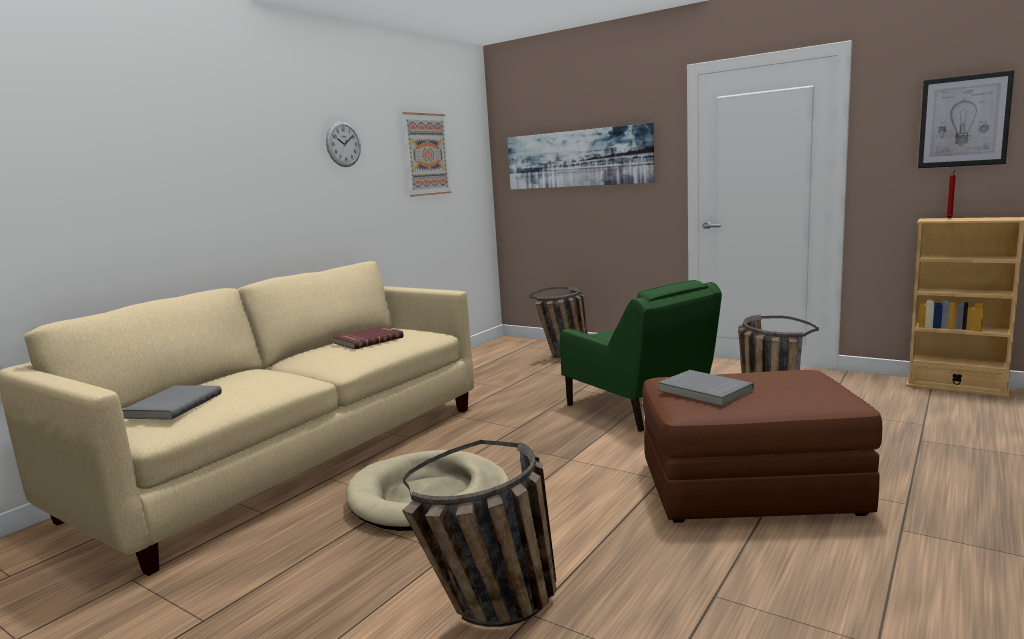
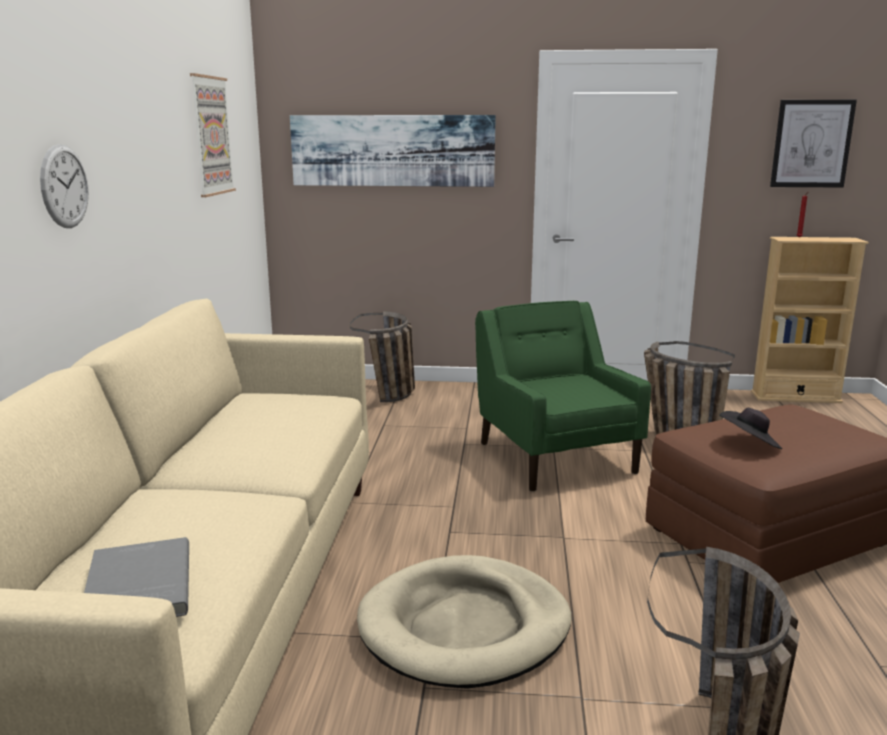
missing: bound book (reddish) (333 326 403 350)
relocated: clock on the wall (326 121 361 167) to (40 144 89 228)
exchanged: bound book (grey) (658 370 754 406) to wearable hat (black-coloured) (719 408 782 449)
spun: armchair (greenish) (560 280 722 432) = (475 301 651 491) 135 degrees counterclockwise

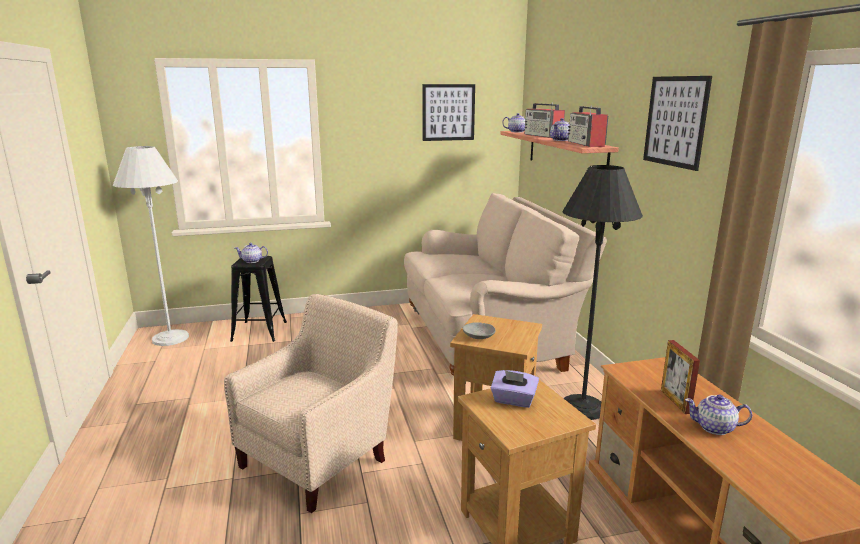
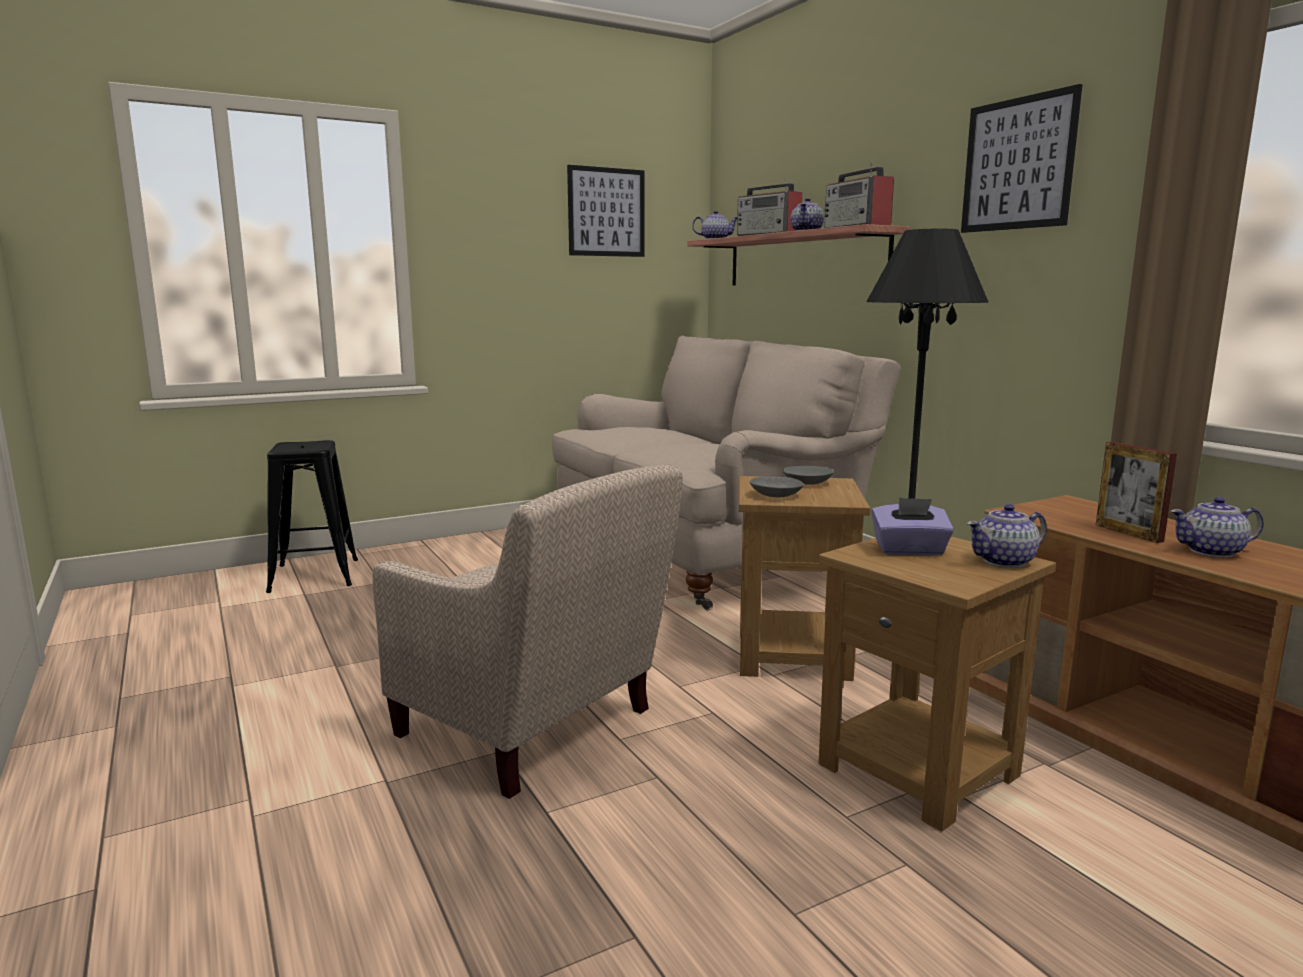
missing: floor lamp (white) (113 146 189 346)
appeared: deep dish (grey) (783 466 834 485)
relocated: pot for tea (235 243 268 263) to (967 504 1047 568)
spun: armchair (beige) (224 294 398 513) = (372 465 683 799) 105 degrees clockwise

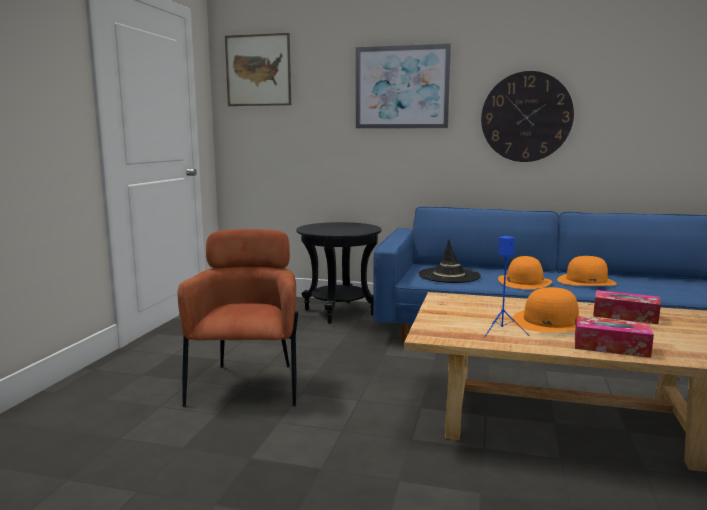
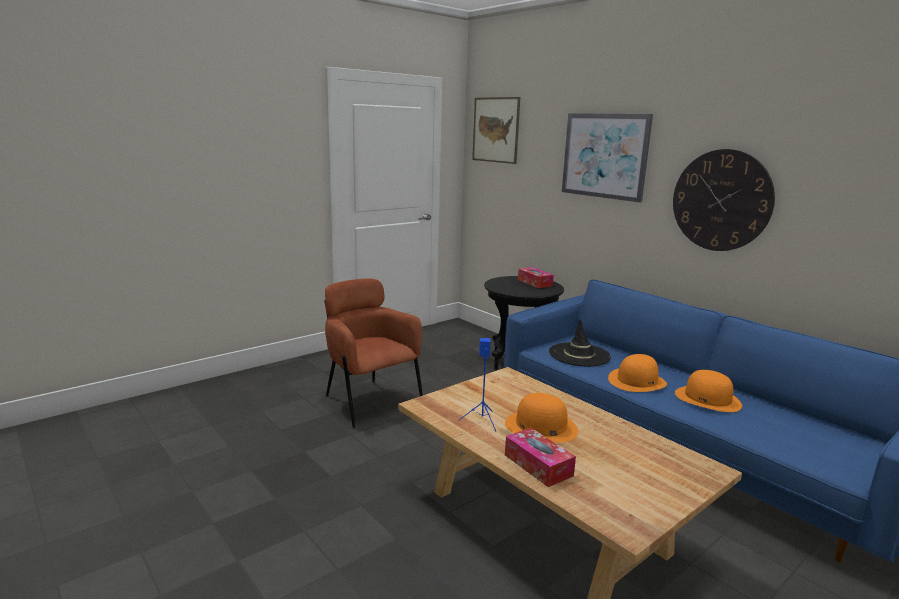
relocated: box of tissues (593 290 661 324) to (518 267 554 288)
spun: armchair (brown) (178 229 298 407) = (324 279 423 428) 75 degrees counterclockwise

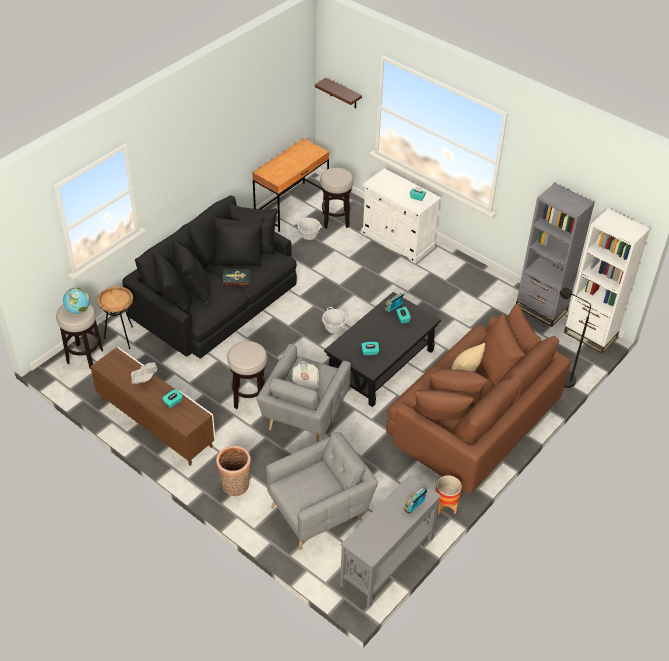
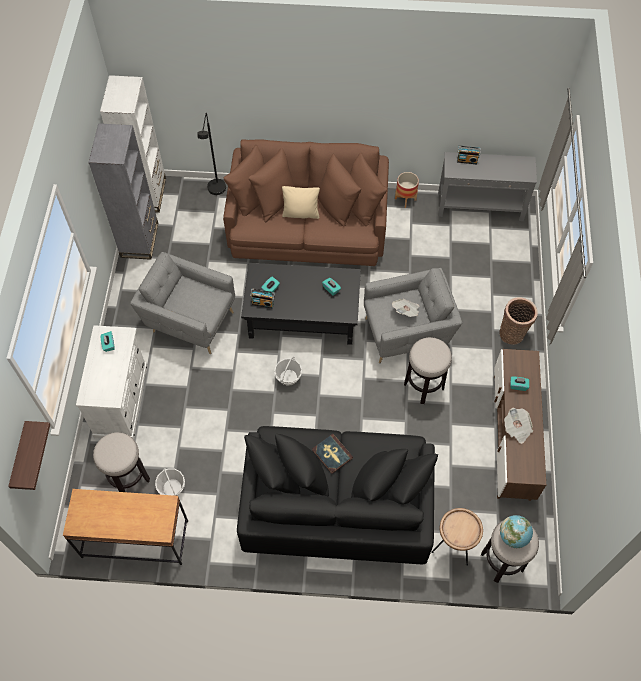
relocated: armchair (grey) (266 432 378 550) to (130 252 235 354)

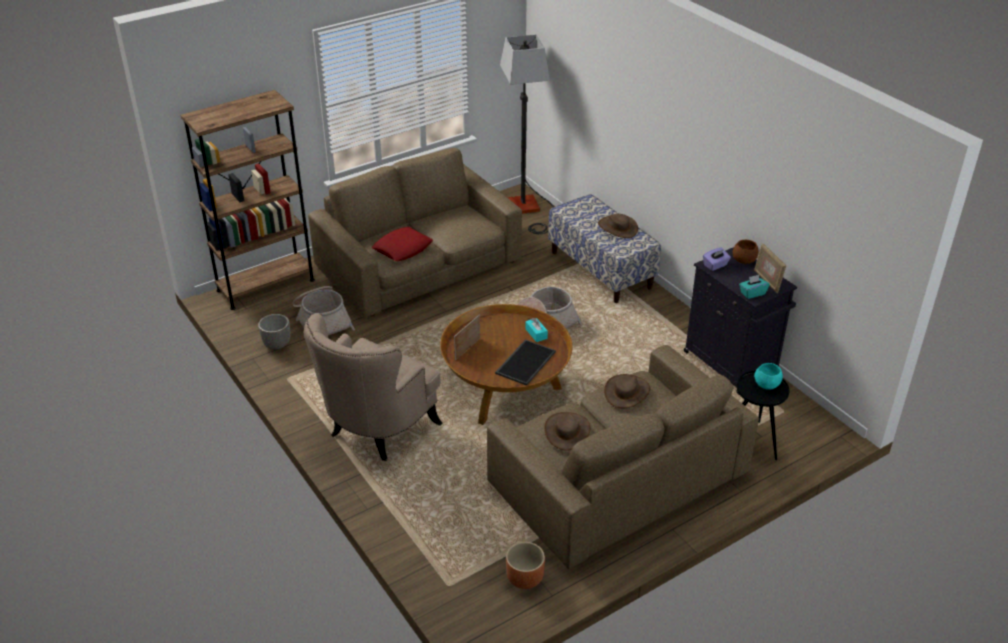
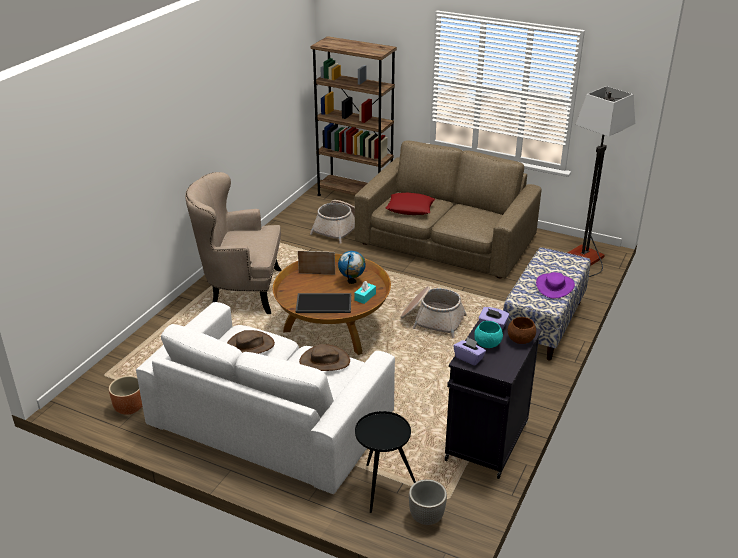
missing: photo frame (754 243 786 293)
appeared: world globe (338 251 366 284)
relocated: plant pot (258 314 290 350) to (409 479 447 525); deep dish (blue-green) (754 363 783 390) to (474 321 503 348)
colour: settee (brown) (487 345 759 569) to settee (white) (136 302 395 494); wearable hat (brown) (598 214 638 238) to wearable hat (purplish) (536 272 575 299); box of tissues (blue-green) (739 275 770 299) to box of tissues (purplish) (453 337 486 366)

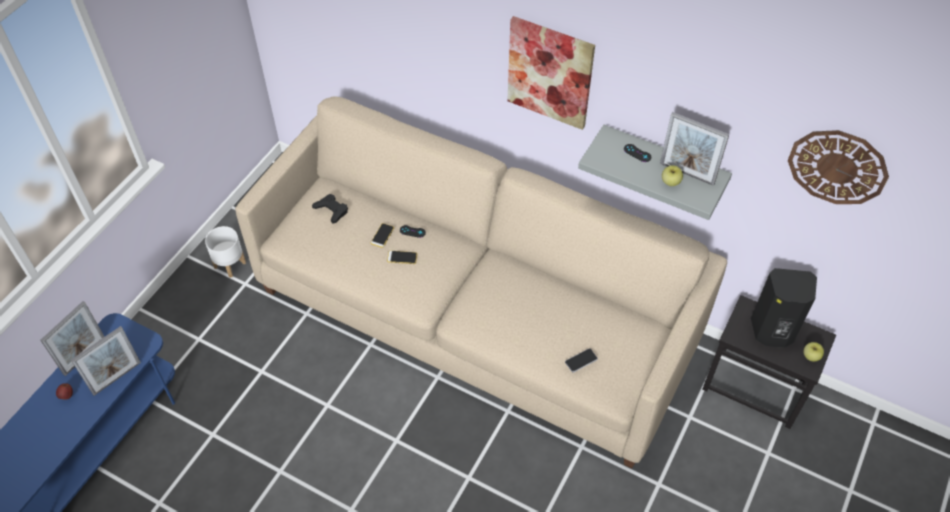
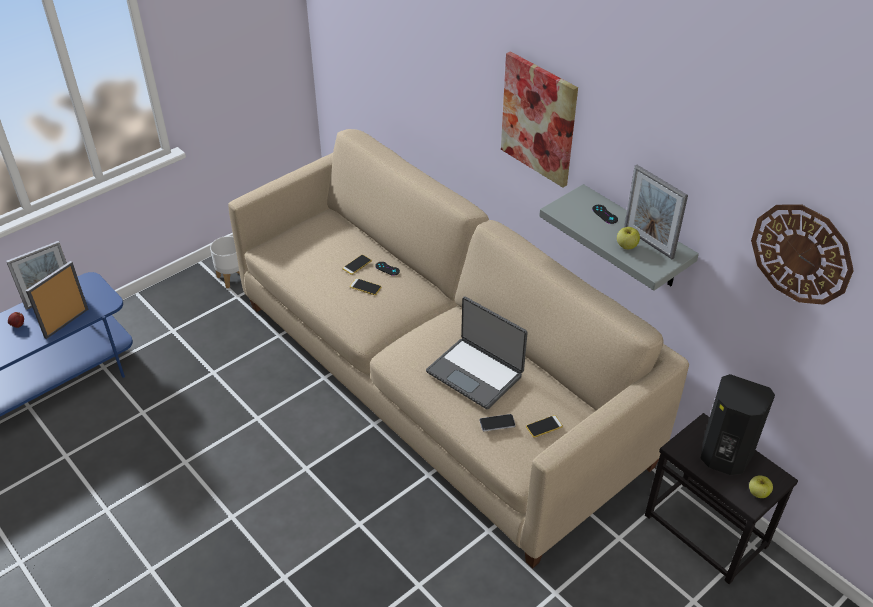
missing: gamepad (black-coloured) (312 194 348 223)
appeared: notebook computer (426 296 528 410); telephone (526 415 563 438)
spun: photo frame (71 326 141 396) = (26 261 89 339) 150 degrees clockwise

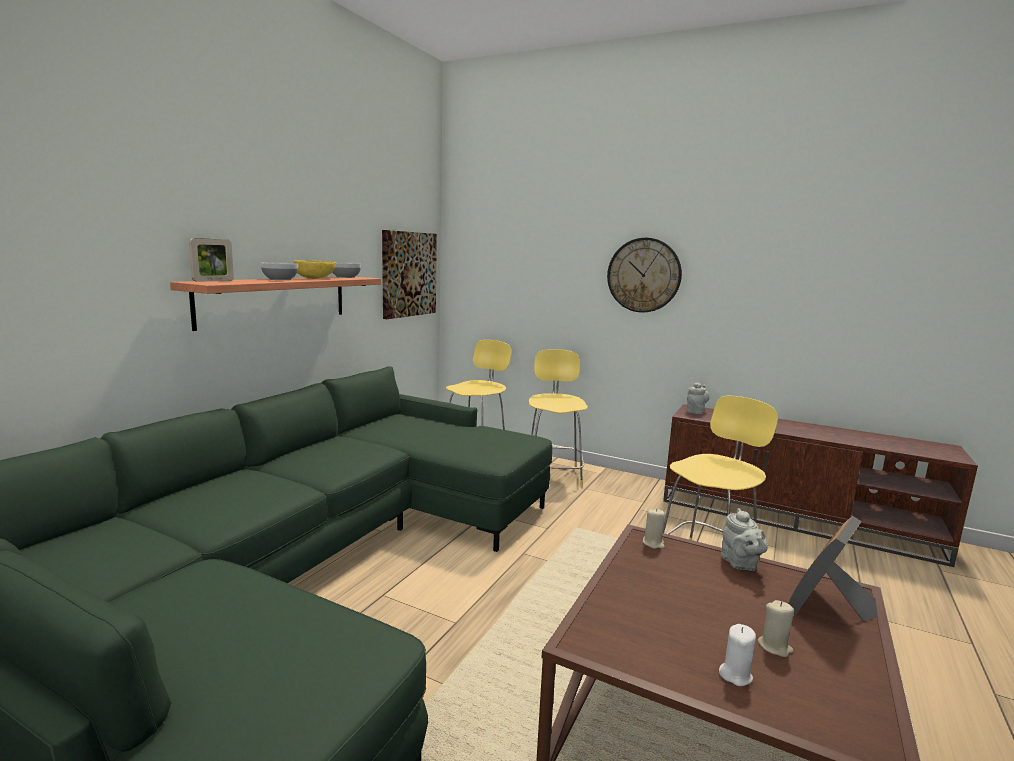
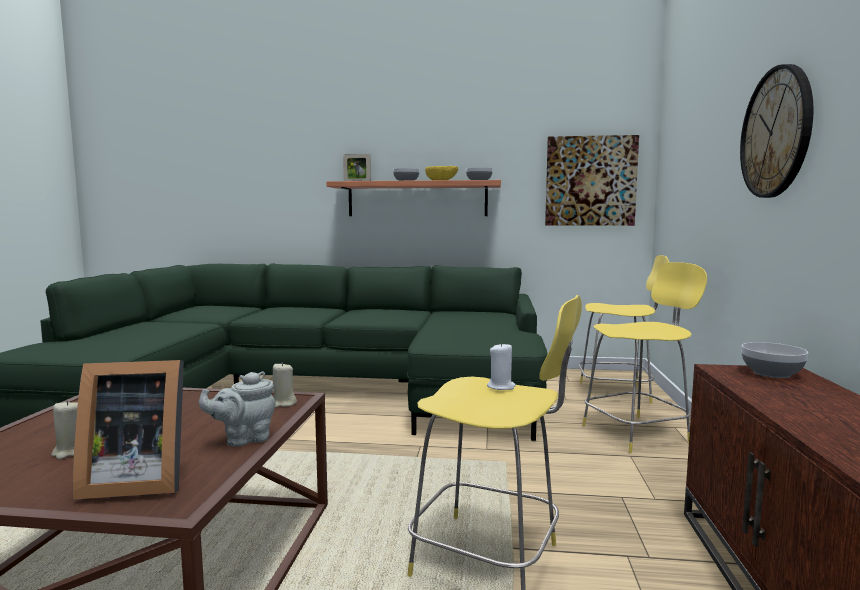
relocated: wax light (white) (719 624 756 686) to (487 342 516 390)
exchanged: pot for tea (grey) (687 383 710 414) to deep dish (741 342 808 378)
spun: photo frame (788 516 878 621) = (73 360 184 500) 150 degrees clockwise

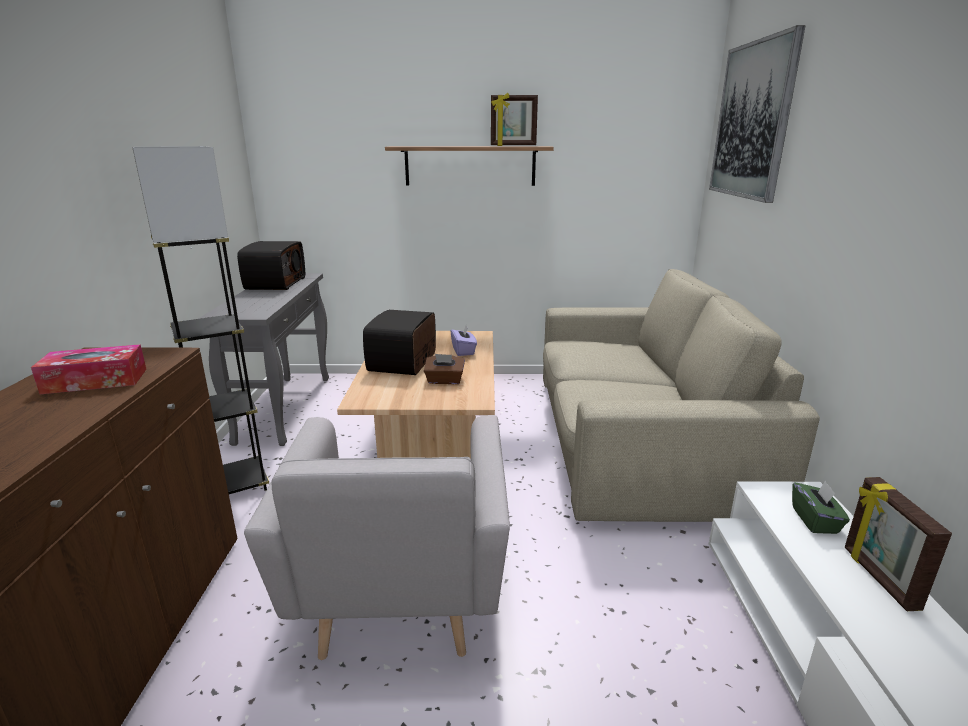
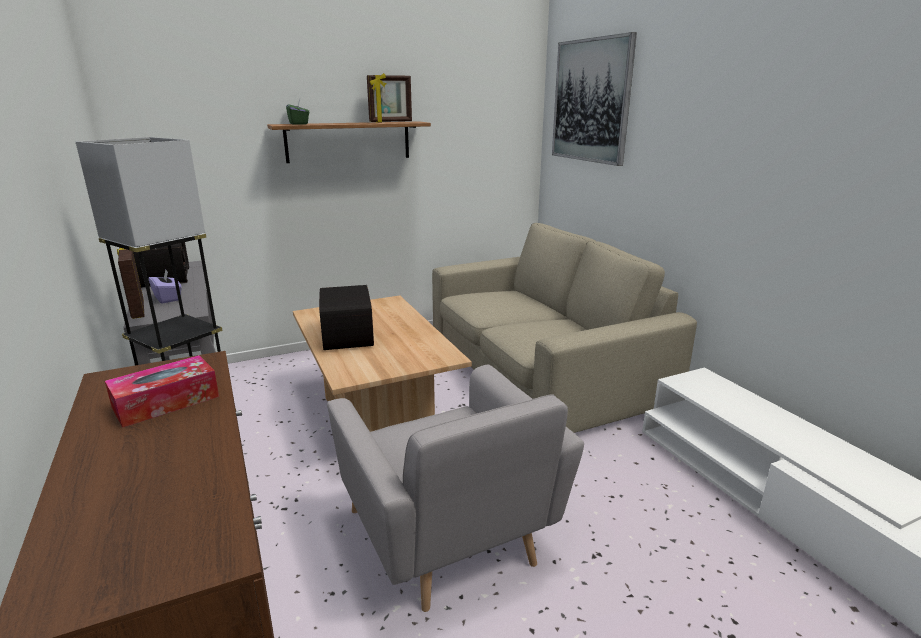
missing: box of tissues (brown) (424 354 465 384)
relocated: box of tissues (purplish) (450 325 477 356) to (148 269 182 304); box of tissues (greenish) (792 480 850 534) to (286 99 309 125); photo frame (845 477 952 611) to (117 248 145 319)

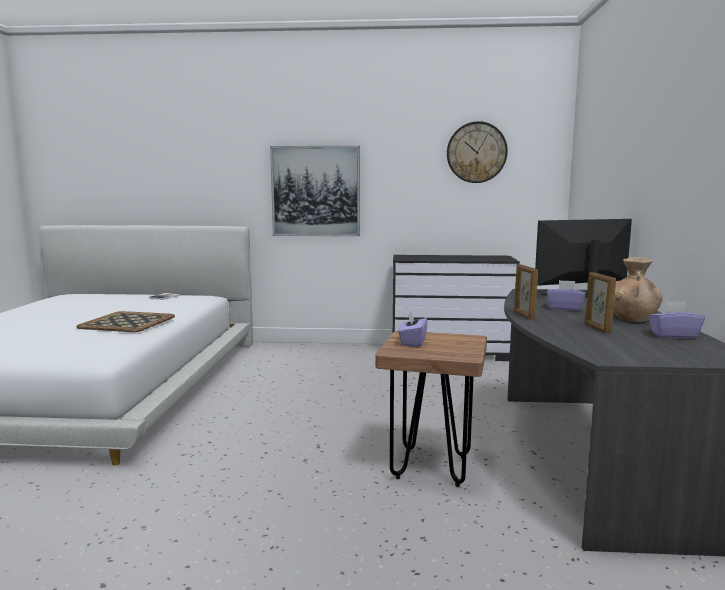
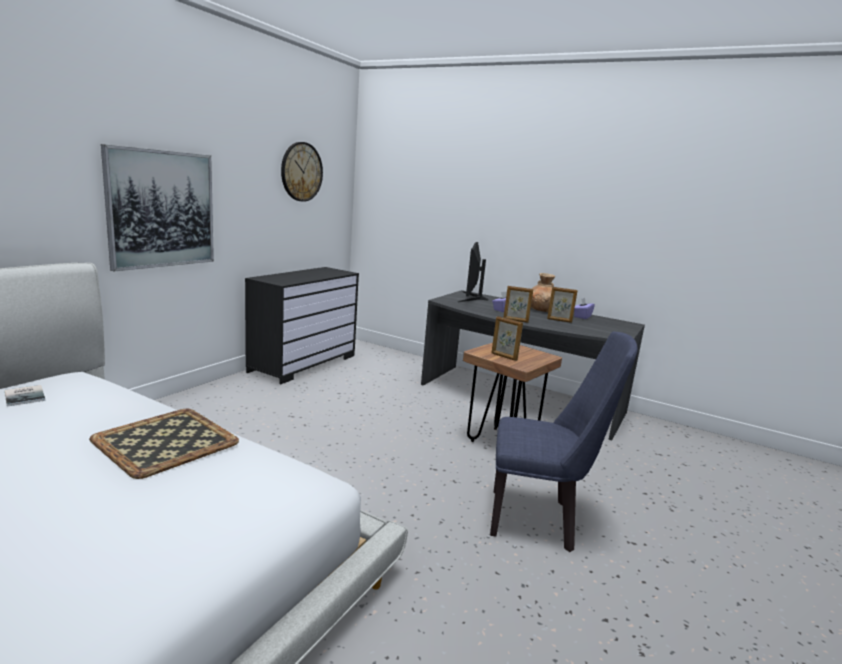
appeared: upright chair (blue) (490 332 638 552)
exchanged: box of tissues (purplish) (398 311 428 347) to photo frame (491 316 523 361)

